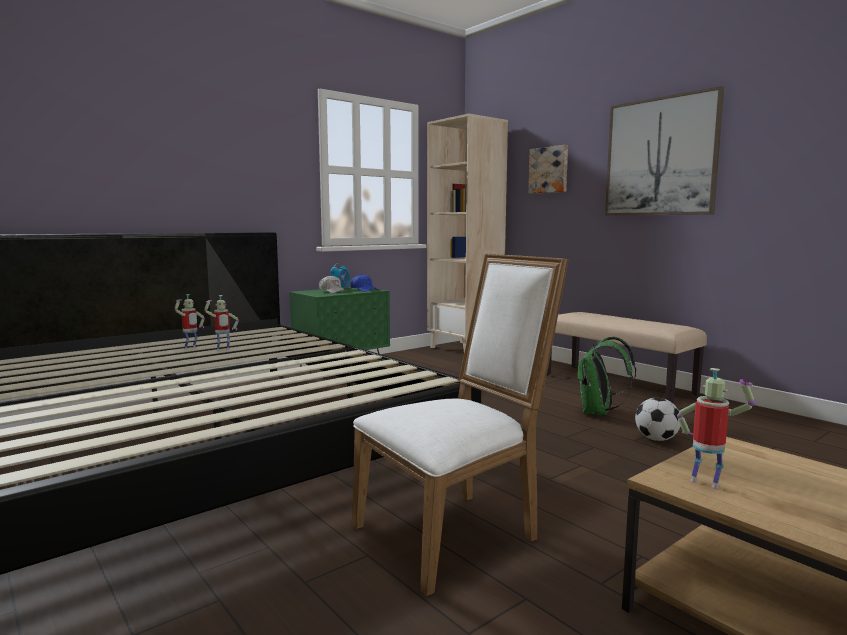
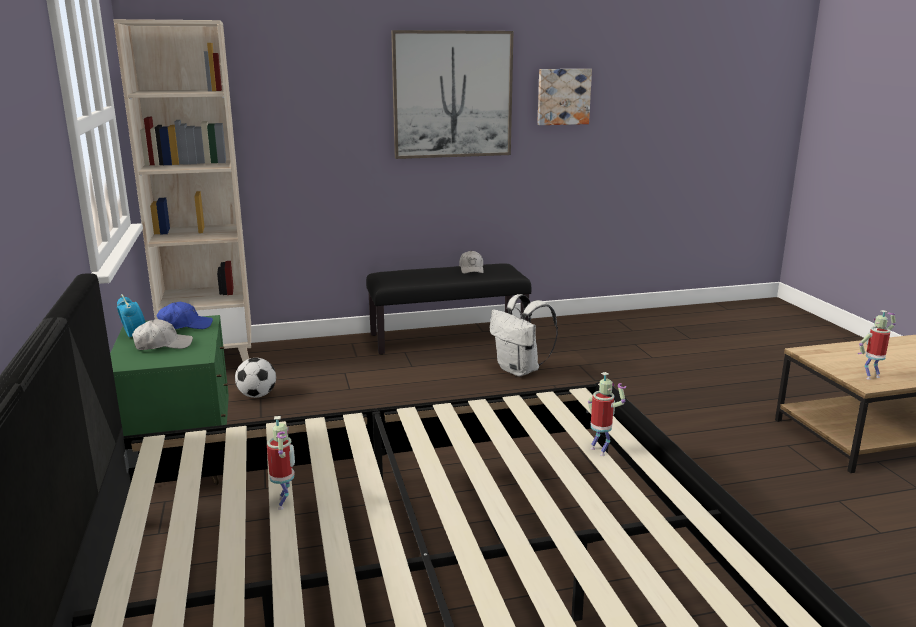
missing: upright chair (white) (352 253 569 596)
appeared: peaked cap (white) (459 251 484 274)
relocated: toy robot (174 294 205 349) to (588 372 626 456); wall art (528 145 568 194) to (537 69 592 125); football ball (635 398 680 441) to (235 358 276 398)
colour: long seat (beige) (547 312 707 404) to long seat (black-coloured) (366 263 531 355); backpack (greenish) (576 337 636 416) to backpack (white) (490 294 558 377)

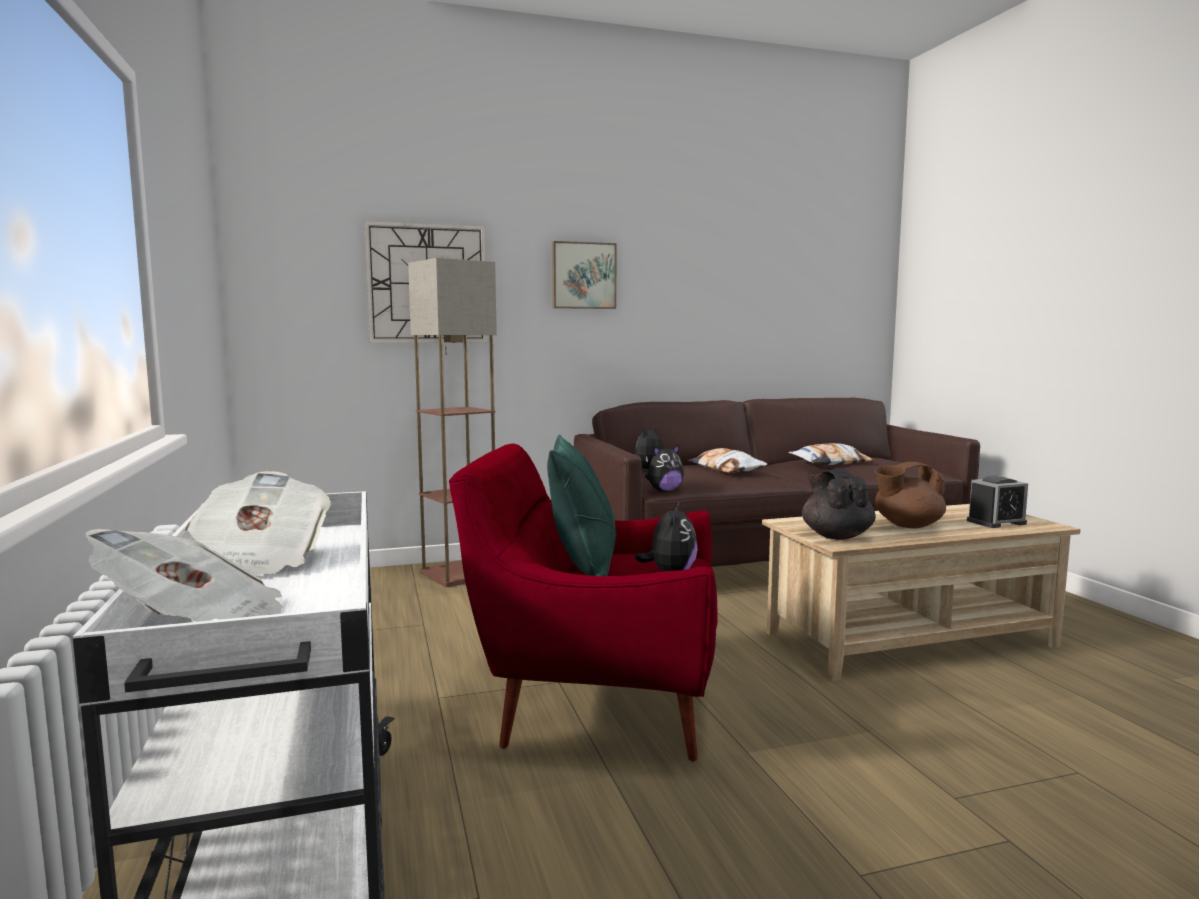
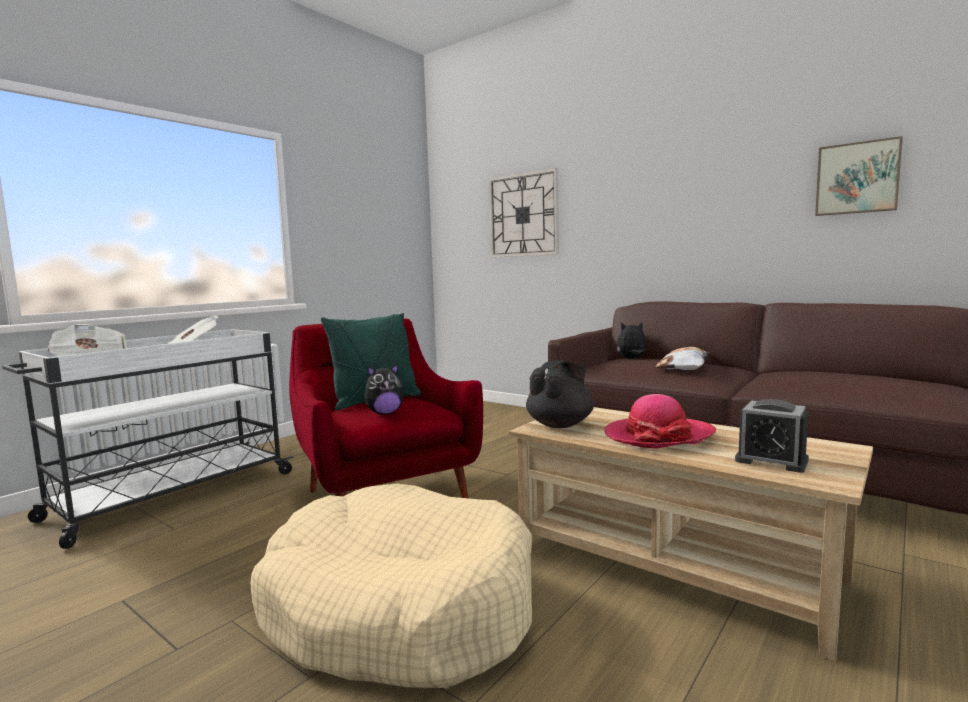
missing: floor lamp (408 258 497 587); cuddly toy (645 444 684 492); pillow (788 443 873 465)
appeared: dog bed (beige) (250 483 532 688)
relocated: wall art (552 241 616 309) to (815 136 903 216)
exchanged: pot for tea (brown) (875 462 946 529) to wearable hat (605 394 716 448)

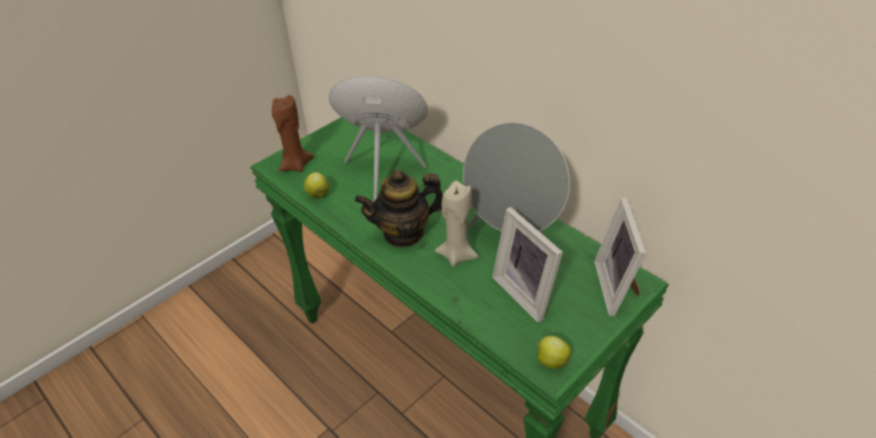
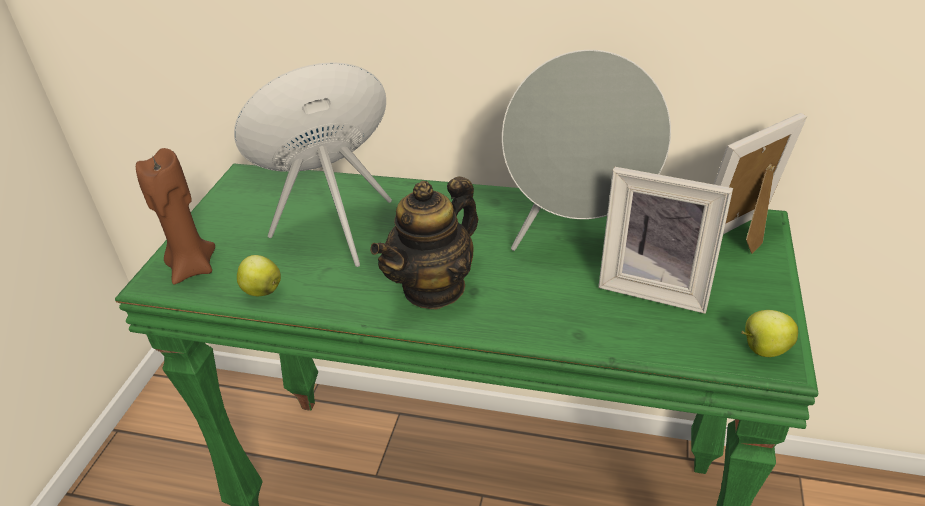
missing: wax light (beige) (435 181 479 266)
spun: photo frame (594 198 646 317) = (714 113 807 254) 90 degrees clockwise

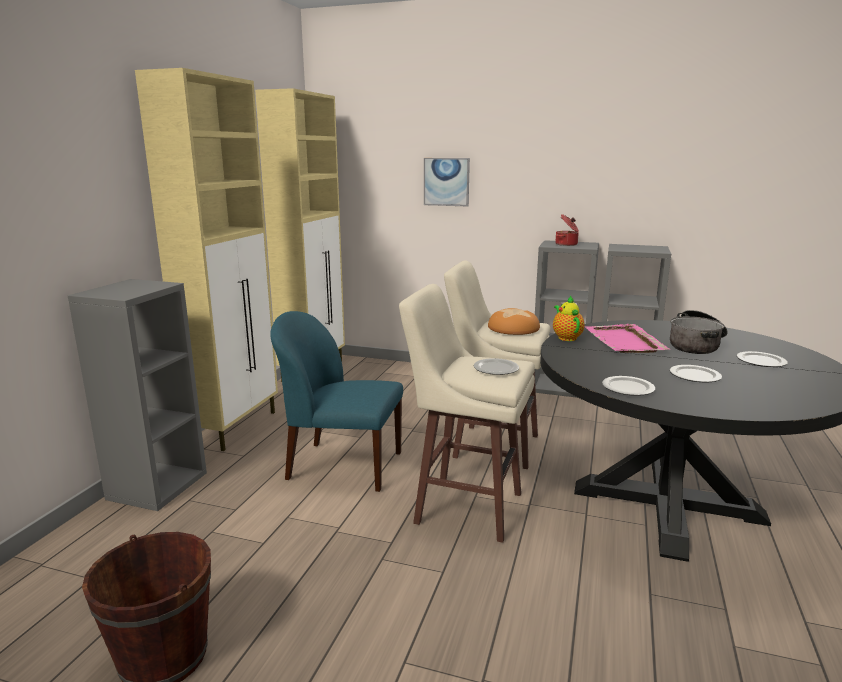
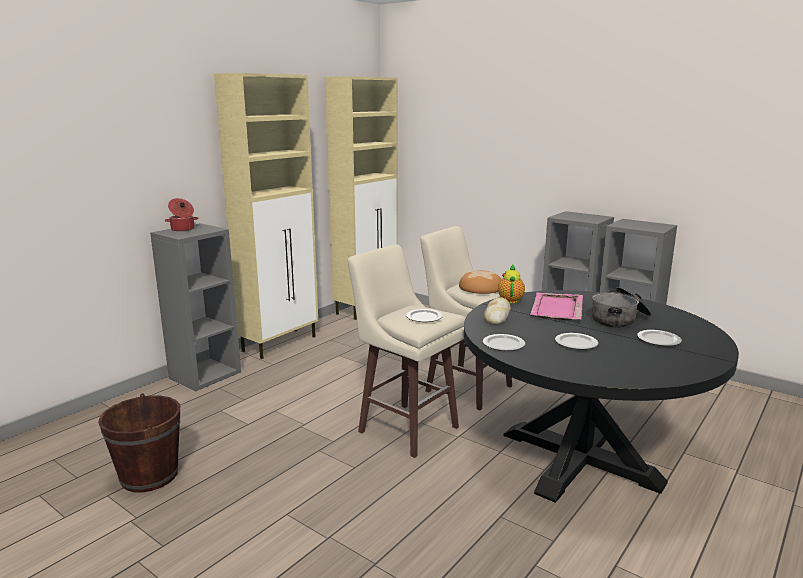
missing: upright chair (blue) (270 311 403 492); wall art (424 158 470 206)
appeared: bread (484 297 511 325)
relocated: stockpot (555 214 579 246) to (165 198 199 231)

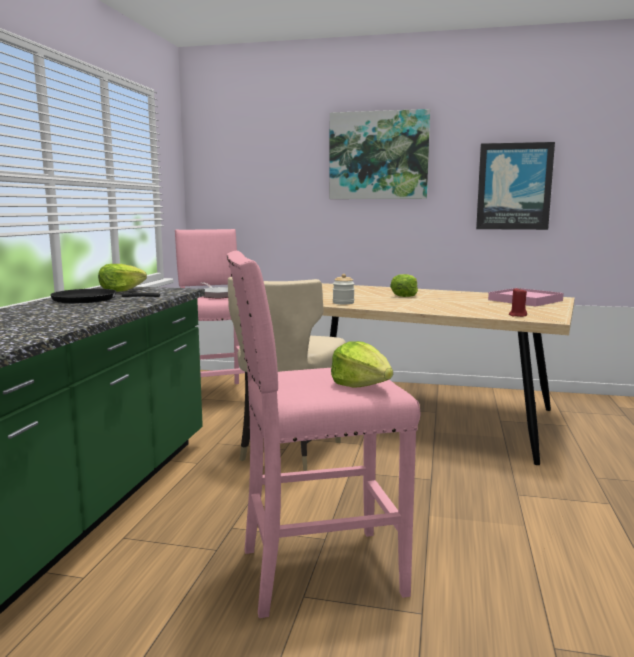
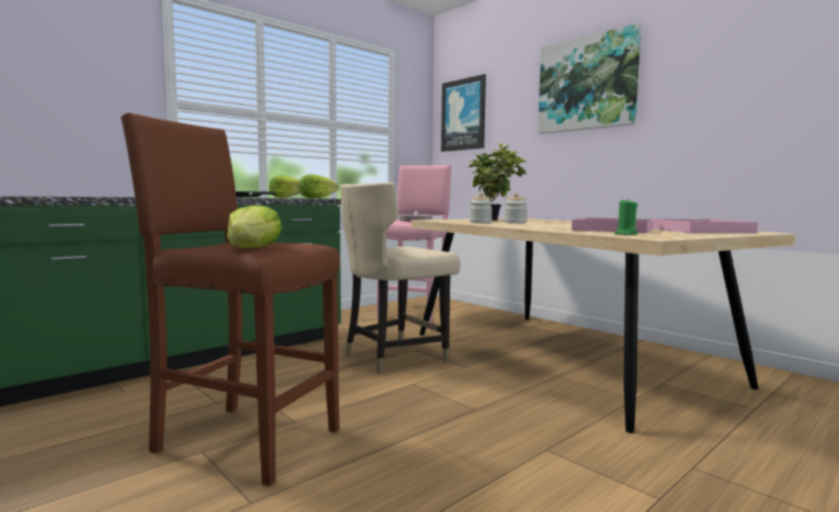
appeared: plant in a pot (468 144 526 221); preserve jar (504 193 527 223); carrying tray (pinkish) (572 218 654 233)
relocated: lettuce (390 274 418 297) to (299 174 338 198); wall art (476 142 555 230) to (441 74 486 152)
colour: sitting stool (pinkish) (227 251 420 618) to sitting stool (brown) (121 113 340 486); wax light (reddish) (509 288 527 317) to wax light (greenish) (614 198 638 235)

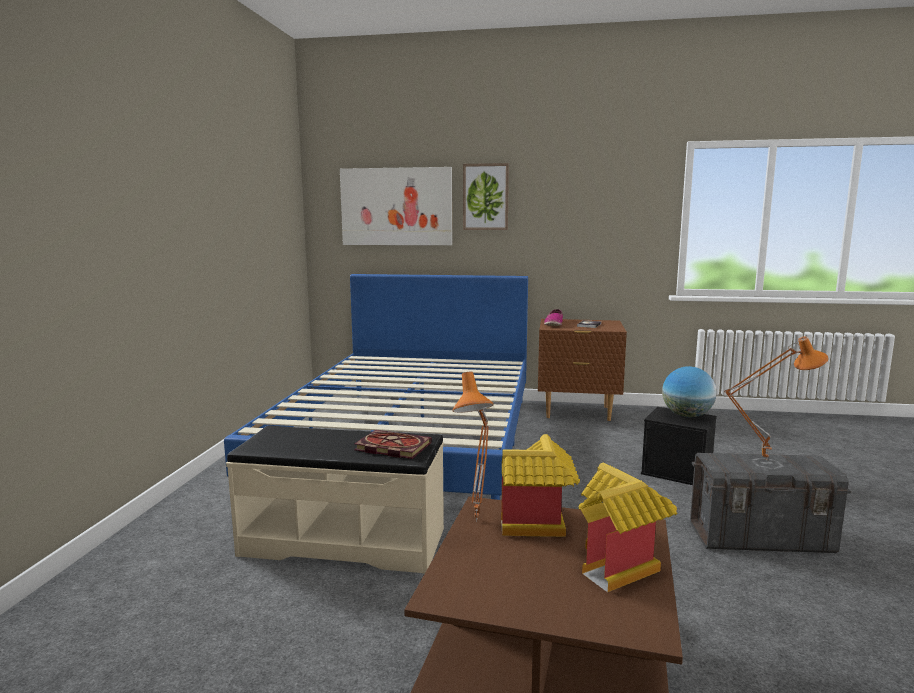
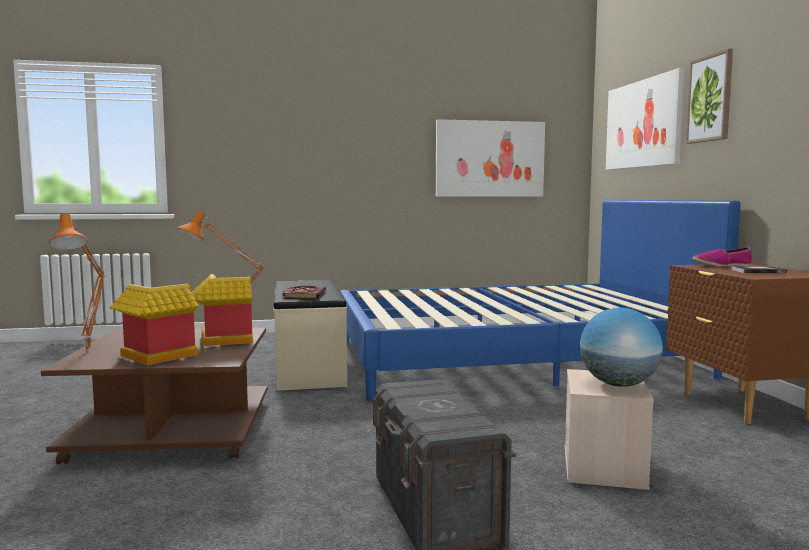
appeared: wall art (436 119 545 197)
relocated: table lamp (orange-coloured) (724 337 828 461) to (49 214 105 352)
colour: storage container (black-coloured) (641 407 717 485) to storage container (beige) (565 369 654 490)

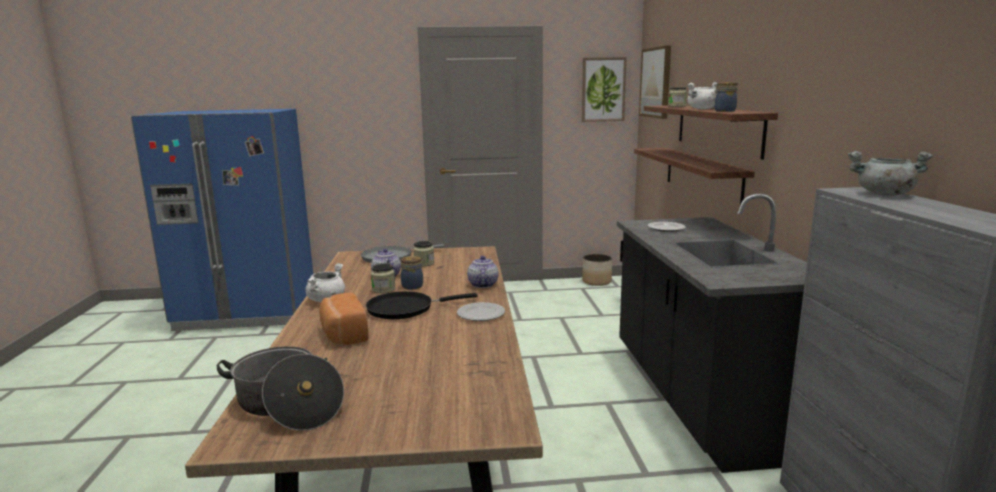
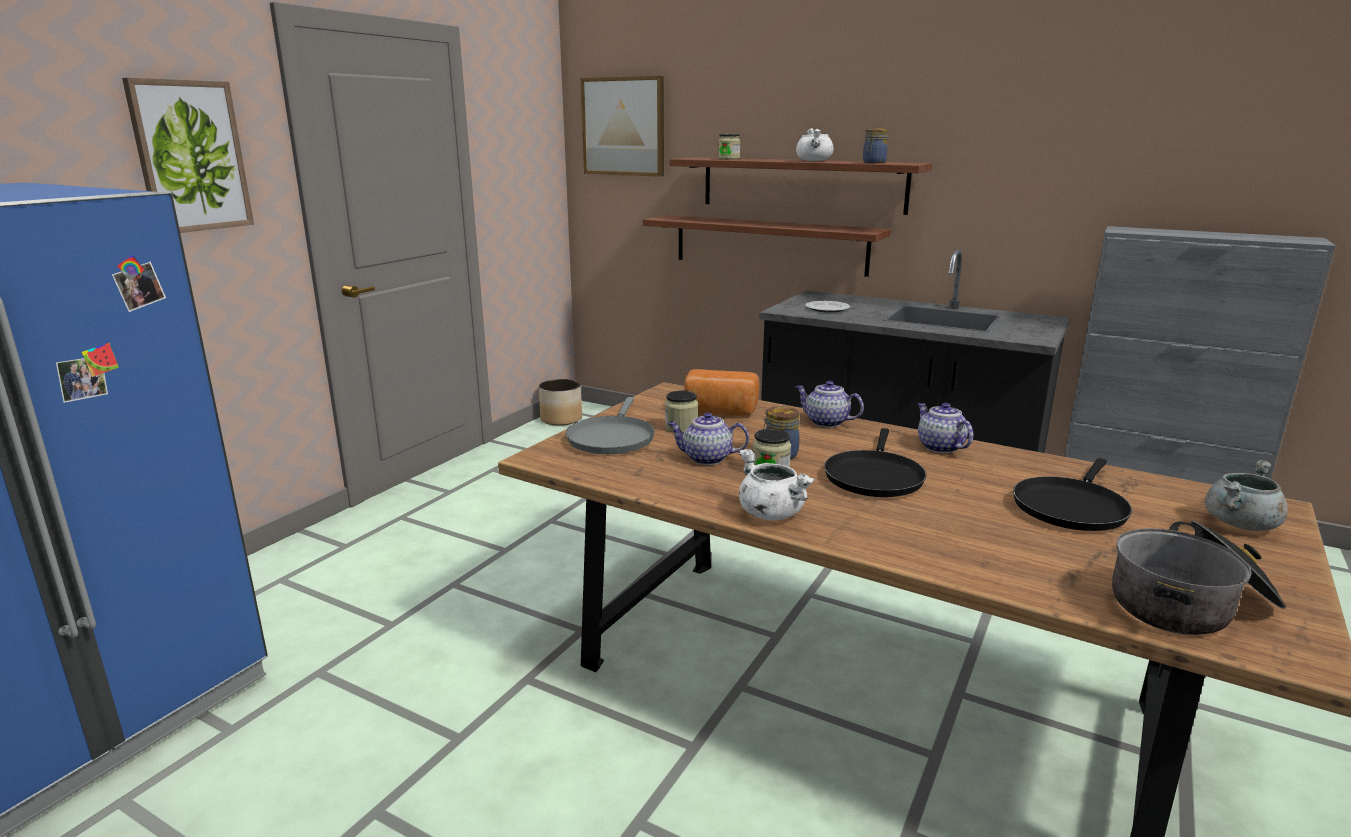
appeared: skillet (black-coloured) (1013 458 1132 531)
relocated: bread (319 293 369 345) to (684 369 759 416); wall art (582 57 627 122) to (122 78 254 233); stockpot (grey) (848 151 933 195) to (1205 460 1288 531)
exchanged: plate (457 302 505 321) to pot for tea (918 403 974 453)

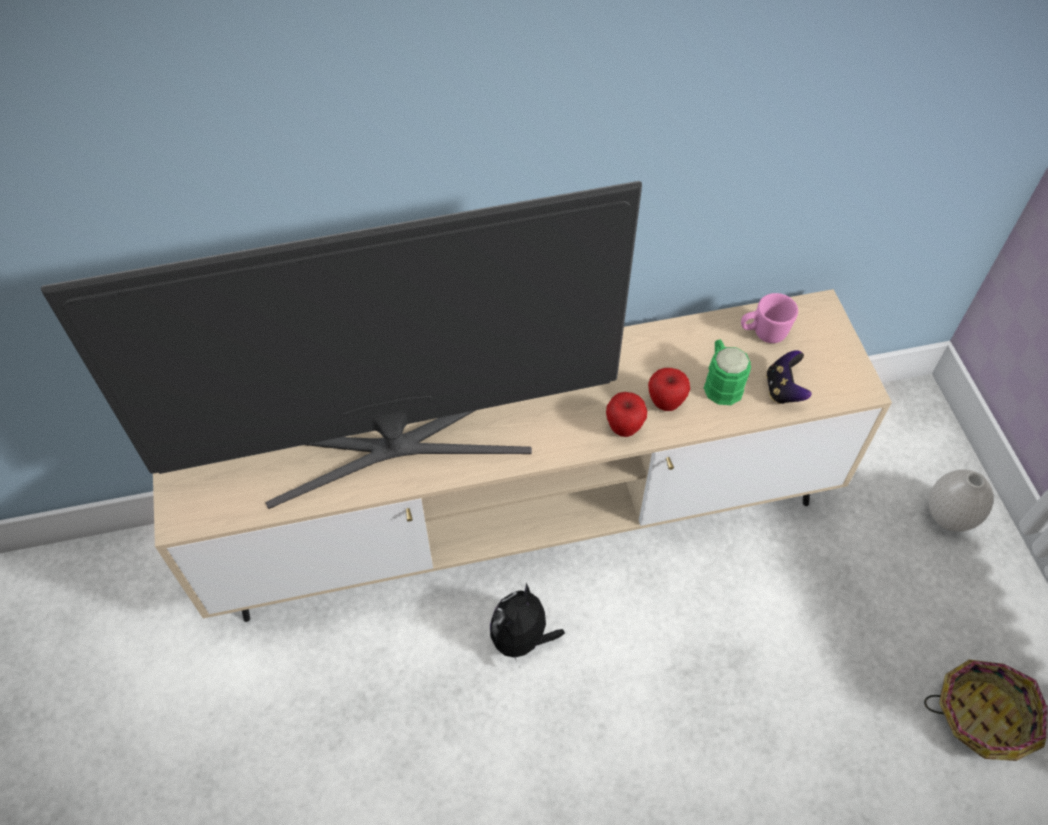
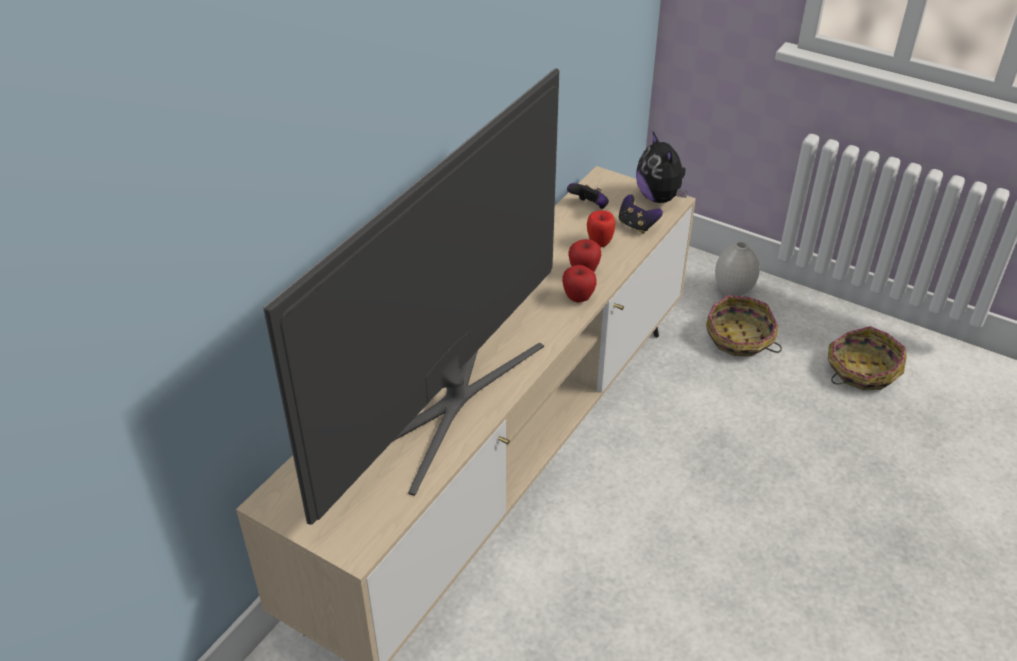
appeared: household basket (706 295 782 356)
relocated: cuddly toy (490 583 565 661) to (636 132 688 203)
exchanged: mug (greenish) (704 339 751 405) to whole apple (587 210 615 247); mug (pinkish) (741 293 798 343) to gamepad (567 183 609 209)

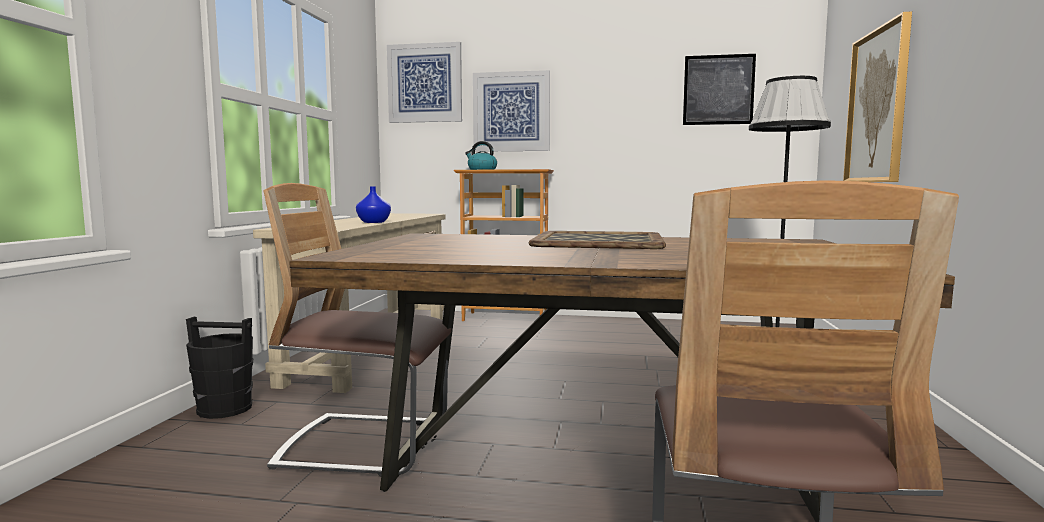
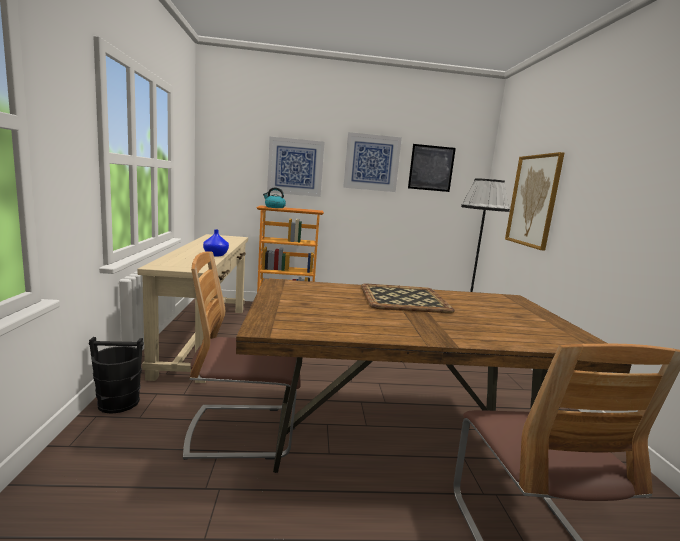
relocated: wall art (387 42 462 123) to (343 132 402 192)

